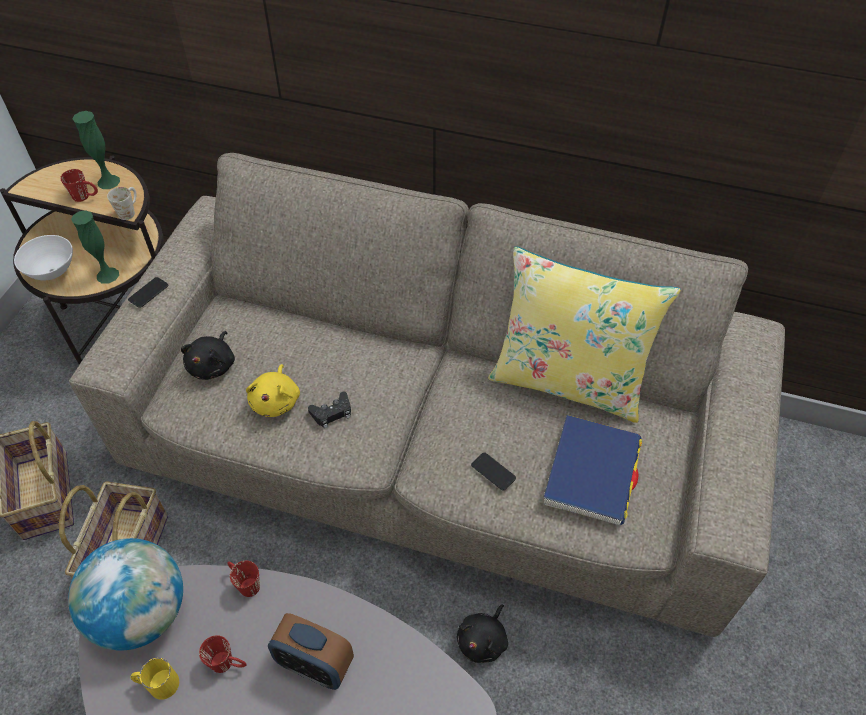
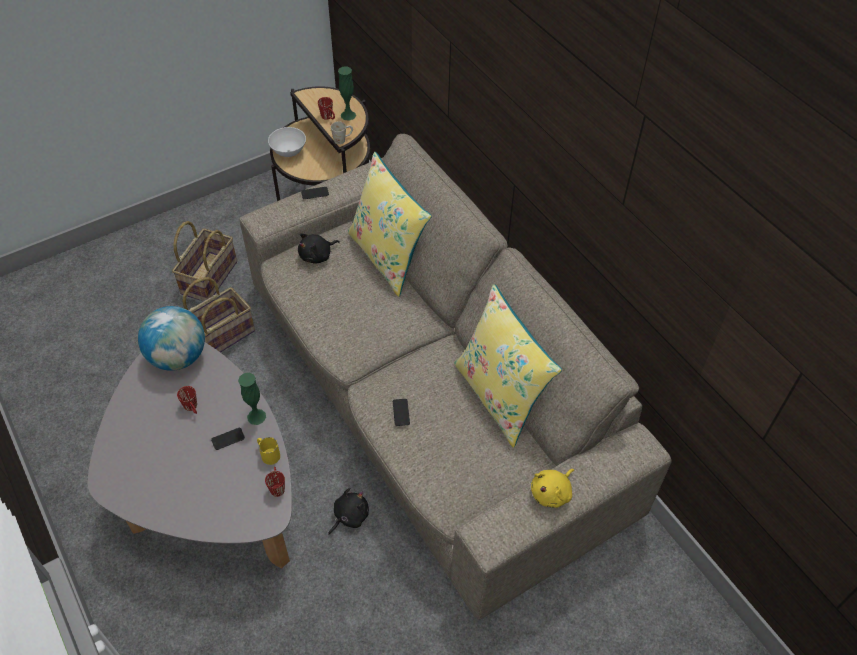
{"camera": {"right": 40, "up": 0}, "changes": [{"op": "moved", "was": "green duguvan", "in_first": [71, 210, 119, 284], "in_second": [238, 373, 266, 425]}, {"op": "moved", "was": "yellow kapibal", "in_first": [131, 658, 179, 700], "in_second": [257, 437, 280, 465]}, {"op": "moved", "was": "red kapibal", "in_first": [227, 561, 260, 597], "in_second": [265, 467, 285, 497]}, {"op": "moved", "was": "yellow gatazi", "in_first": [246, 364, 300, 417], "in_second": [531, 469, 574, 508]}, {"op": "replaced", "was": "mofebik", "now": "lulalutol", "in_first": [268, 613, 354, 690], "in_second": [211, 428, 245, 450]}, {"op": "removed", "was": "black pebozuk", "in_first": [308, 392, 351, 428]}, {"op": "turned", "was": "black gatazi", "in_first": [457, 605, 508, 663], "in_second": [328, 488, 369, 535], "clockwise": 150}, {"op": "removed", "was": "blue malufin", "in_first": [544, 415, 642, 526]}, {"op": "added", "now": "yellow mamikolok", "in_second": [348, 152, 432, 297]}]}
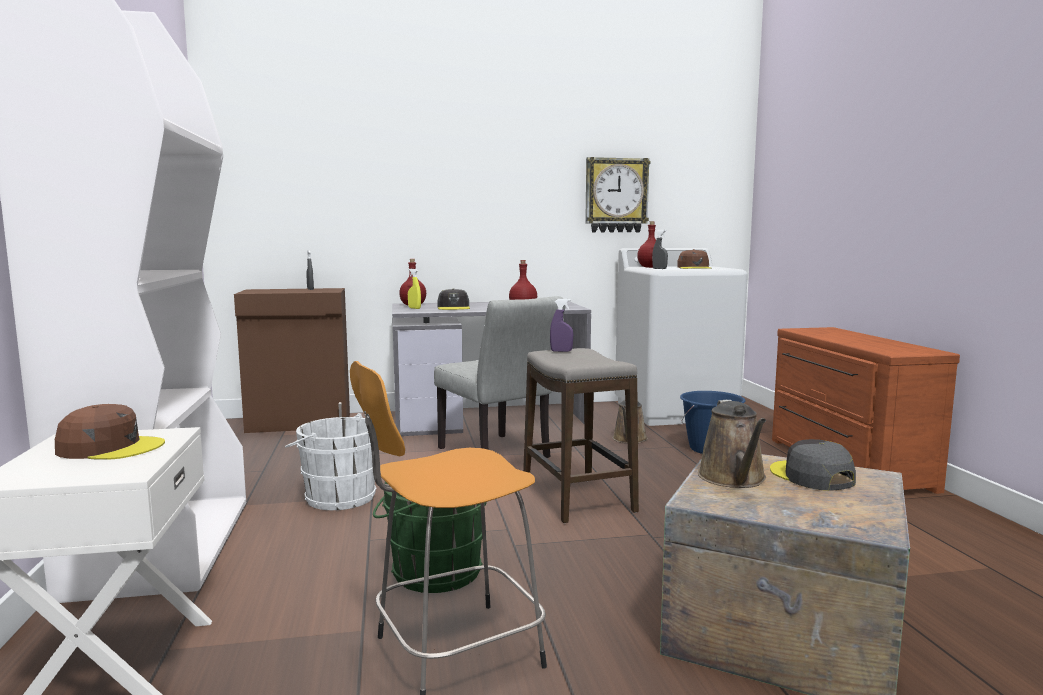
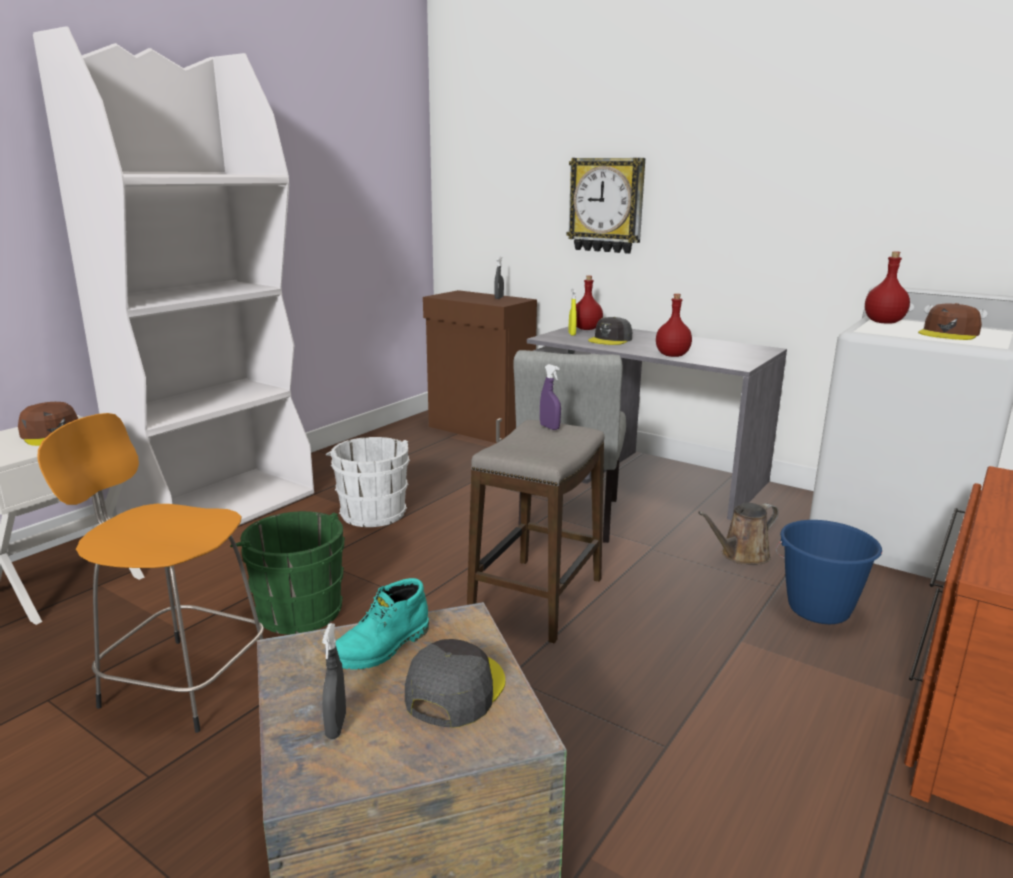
{"camera": {"right": 45, "up": 10}, "changes": [{"op": "moved", "was": "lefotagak", "in_first": [585, 157, 650, 232], "in_second": [567, 158, 645, 254]}, {"op": "moved", "was": "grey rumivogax", "in_first": [652, 230, 668, 269], "in_second": [322, 623, 346, 739]}, {"op": "replaced", "was": "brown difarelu", "now": "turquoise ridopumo", "in_first": [698, 400, 766, 488], "in_second": [336, 578, 429, 669]}]}
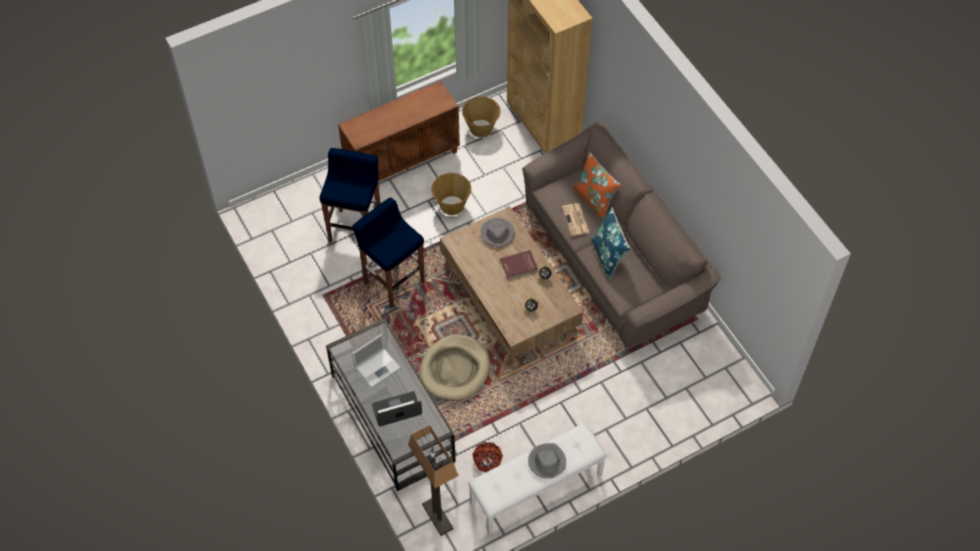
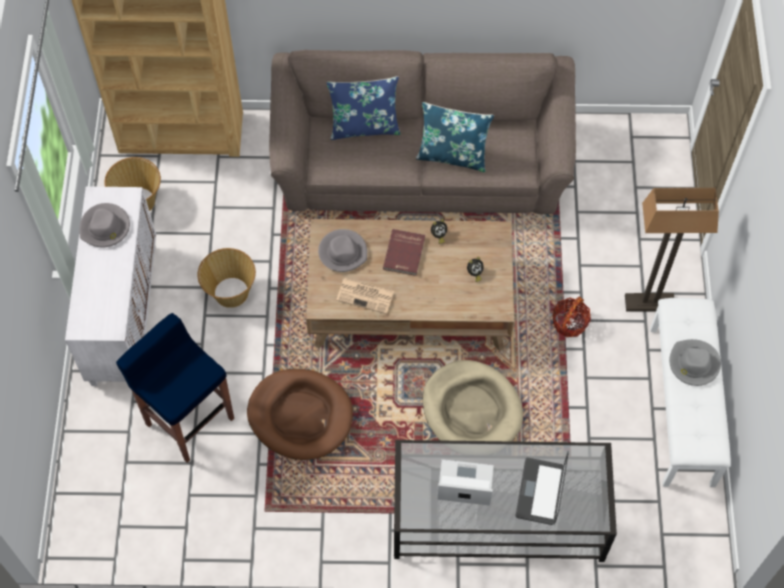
{"camera": {"right": -60, "up": 5}, "changes": [{"op": "recoloured", "was": "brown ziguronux", "now": "white ziguronux", "in_first": [338, 81, 460, 181], "in_second": [65, 186, 156, 386]}, {"op": "replaced", "was": "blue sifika", "now": "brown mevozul", "in_first": [352, 197, 425, 308], "in_second": [247, 369, 353, 460]}, {"op": "turned", "was": "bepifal", "in_first": [352, 334, 401, 387], "in_second": [437, 459, 494, 506], "clockwise": -75}, {"op": "moved", "was": "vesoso", "in_first": [408, 425, 459, 536], "in_second": [625, 188, 719, 311]}, {"op": "moved", "was": "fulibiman", "in_first": [472, 442, 503, 472], "in_second": [552, 296, 591, 337]}, {"op": "moved", "was": "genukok", "in_first": [562, 203, 590, 236], "in_second": [336, 278, 394, 314]}, {"op": "recoloured", "was": "orange mamikolok", "now": "blue mamikolok", "in_first": [572, 151, 621, 221], "in_second": [326, 76, 401, 140]}, {"op": "added", "now": "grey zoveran", "in_second": [79, 203, 130, 247]}]}
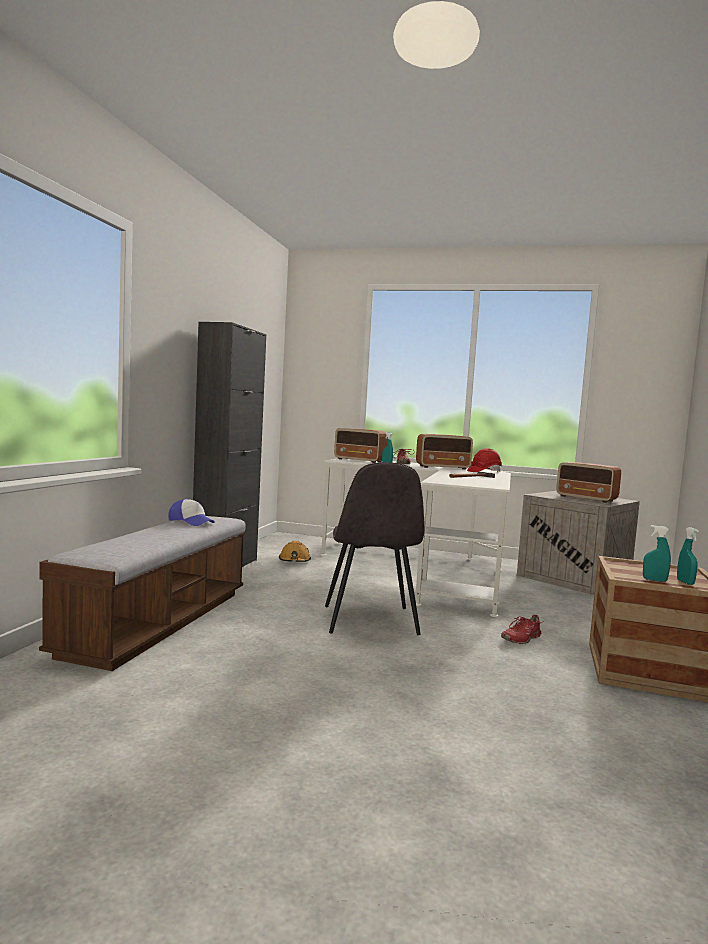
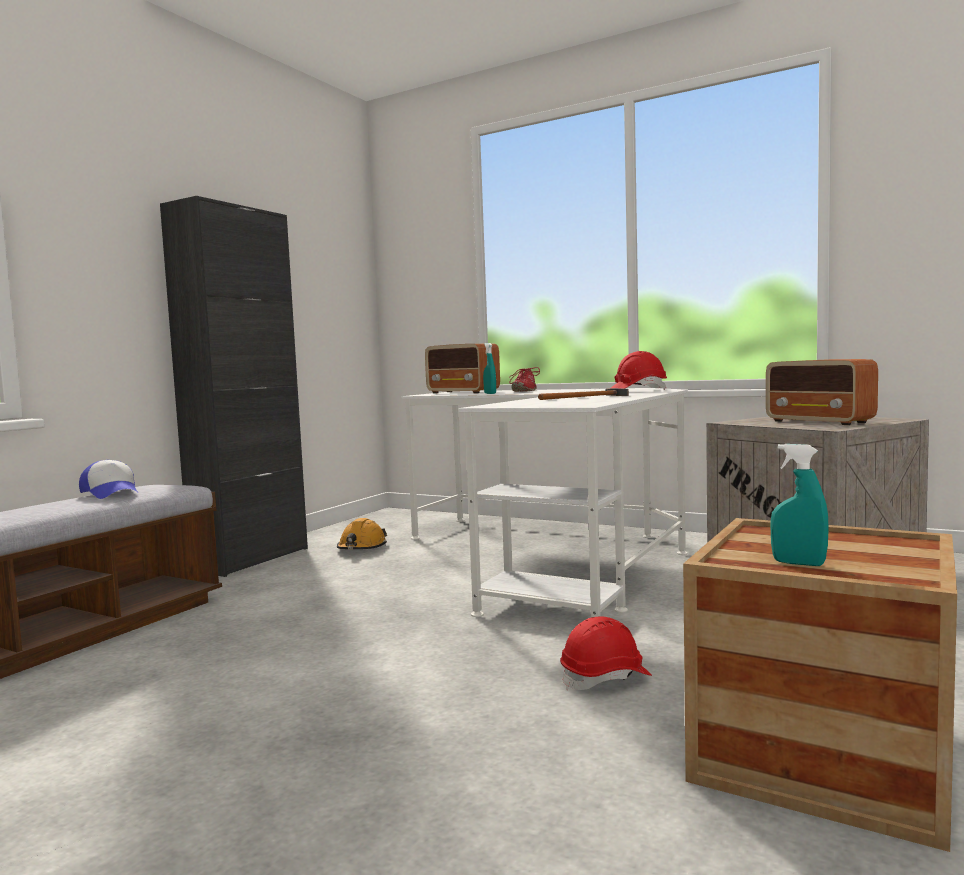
{"camera": {"right": 15, "up": 0}, "changes": [{"op": "removed", "was": "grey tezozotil", "in_first": [325, 462, 425, 635]}, {"op": "removed", "was": "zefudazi", "in_first": [416, 434, 473, 470]}, {"op": "replaced", "was": "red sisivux", "now": "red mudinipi", "in_first": [501, 614, 544, 644], "in_second": [560, 616, 652, 690]}, {"op": "removed", "was": "turquoise rumivogax", "in_first": [677, 527, 699, 585]}]}
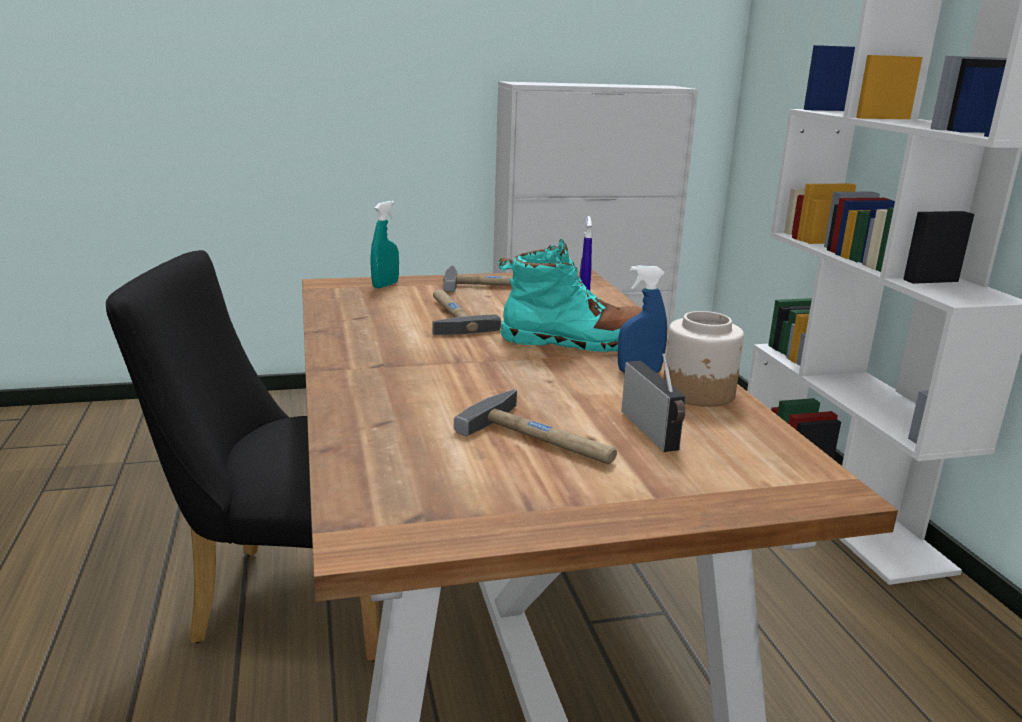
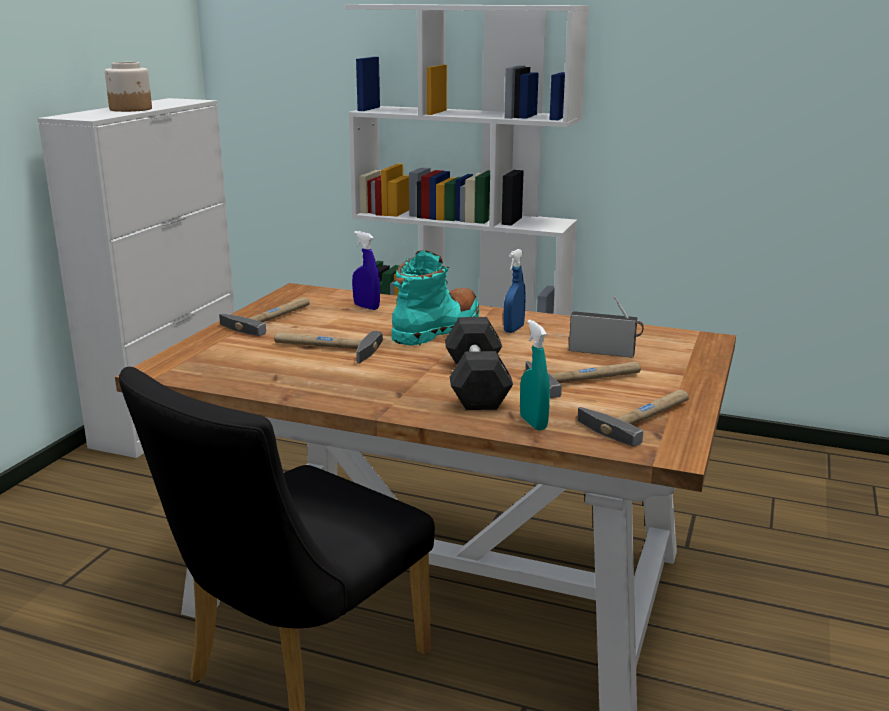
{"camera": {"right": -55, "up": 0}, "changes": [{"op": "moved", "was": "turquoise rumivogax", "in_first": [371, 201, 399, 288], "in_second": [520, 320, 550, 431]}, {"op": "moved", "was": "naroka", "in_first": [663, 311, 744, 407], "in_second": [105, 62, 152, 112]}, {"op": "added", "now": "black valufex", "in_second": [445, 317, 513, 410]}, {"op": "added", "now": "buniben", "in_second": [577, 390, 689, 447]}]}
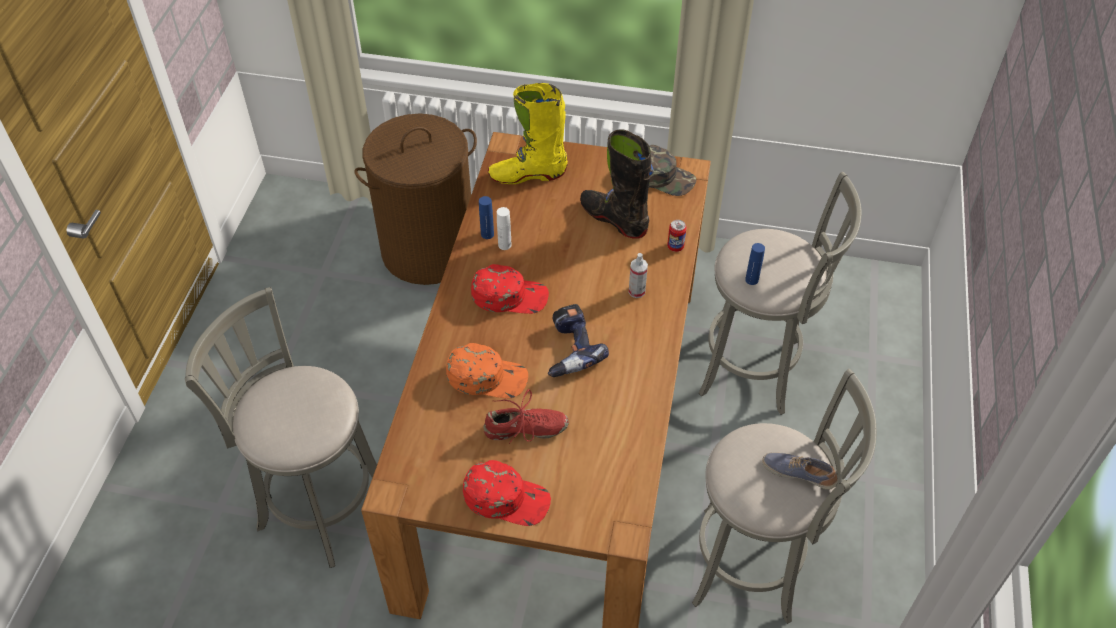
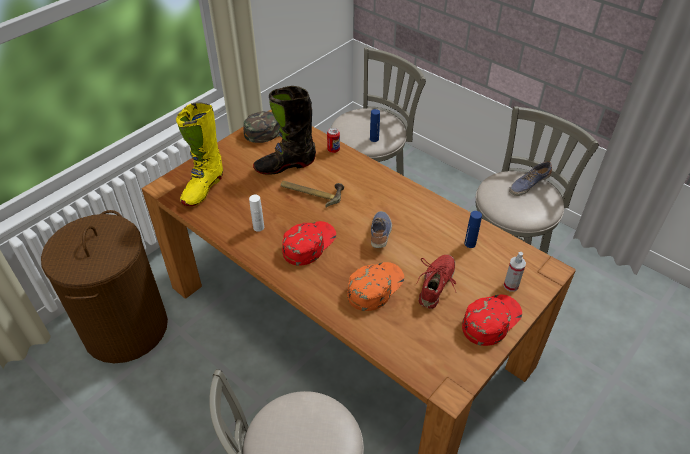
{"camera": {"right": -60, "up": -5}, "changes": [{"op": "moved", "was": "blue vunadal", "in_first": [479, 196, 494, 239], "in_second": [464, 211, 482, 248]}, {"op": "replaced", "was": "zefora", "now": "sisivux", "in_first": [548, 304, 609, 377], "in_second": [371, 211, 392, 248]}, {"op": "moved", "was": "rumivogax", "in_first": [629, 253, 648, 298], "in_second": [503, 252, 526, 292]}, {"op": "added", "now": "buniben", "in_second": [281, 181, 344, 208]}]}
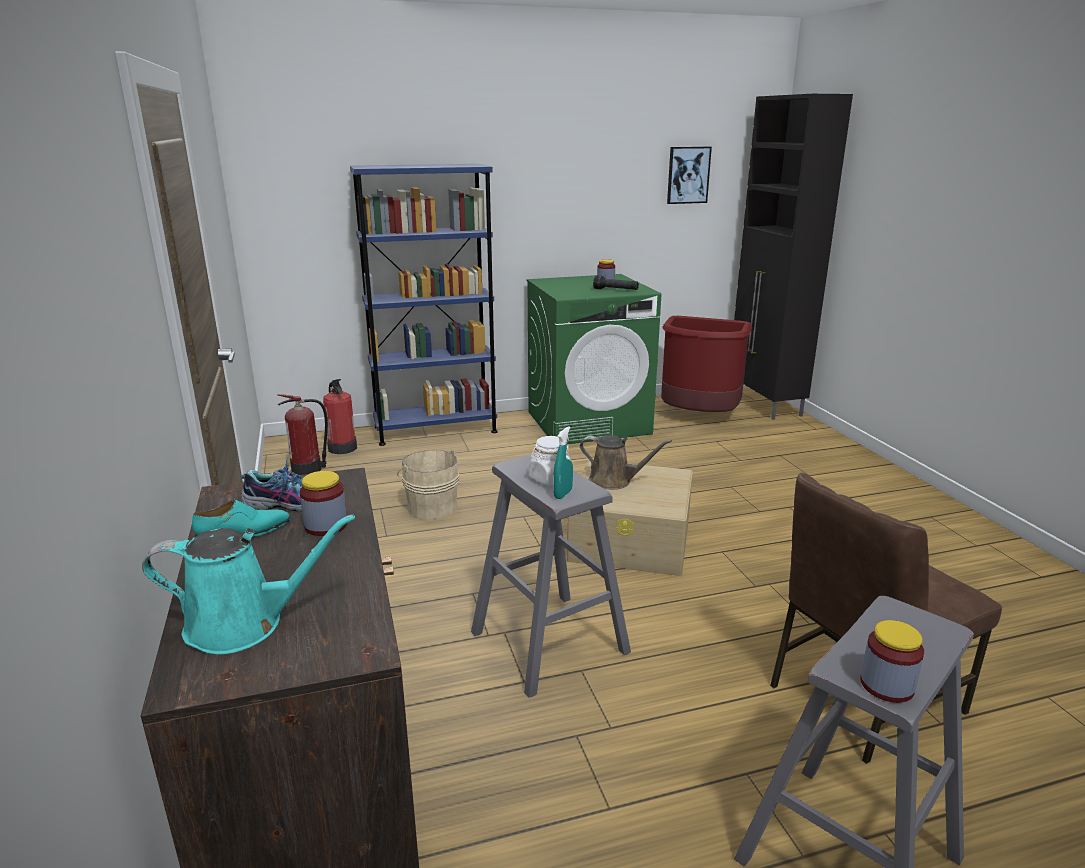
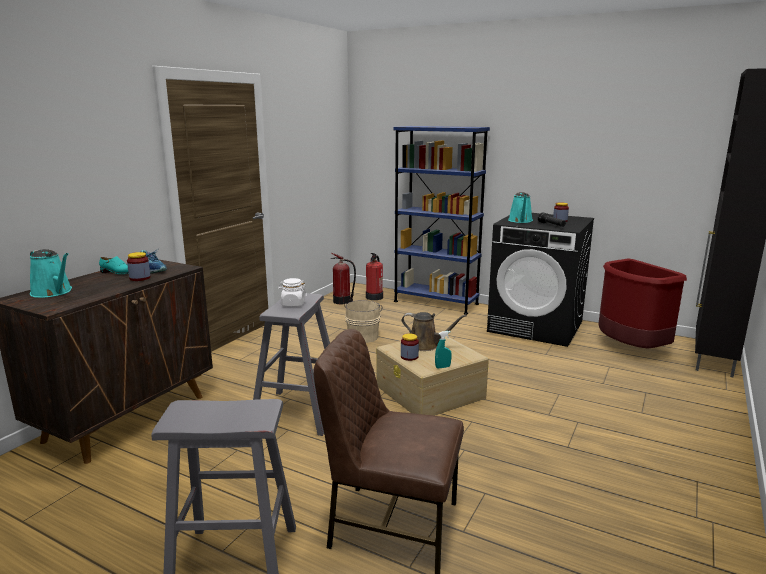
{"camera": {"right": 45, "up": -5}, "changes": [{"op": "recoloured", "was": "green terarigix", "now": "black terarigix", "in_first": [527, 274, 661, 444], "in_second": [487, 213, 594, 347]}, {"op": "moved", "was": "turquoise rumivogax", "in_first": [553, 426, 573, 499], "in_second": [435, 331, 452, 368]}, {"op": "turned", "was": "brown difarelu", "in_first": [580, 435, 672, 490], "in_second": [402, 312, 467, 351], "clockwise": -45}, {"op": "removed", "was": "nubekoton", "in_first": [667, 147, 712, 204]}, {"op": "moved", "was": "naroka", "in_first": [860, 620, 924, 703], "in_second": [401, 333, 419, 361]}, {"op": "added", "now": "turquoise difarelu", "in_second": [508, 192, 533, 223]}]}
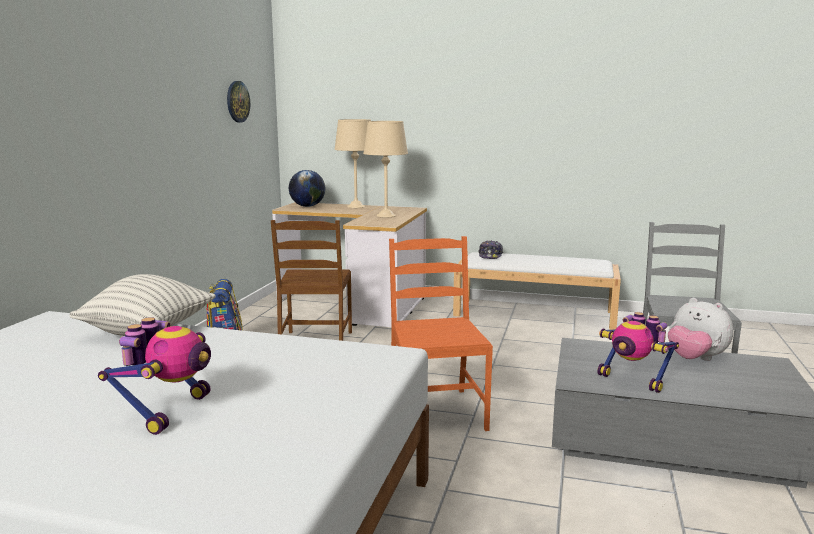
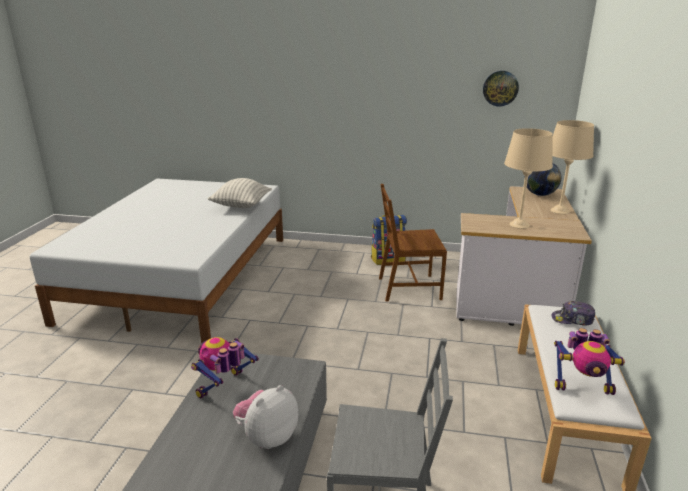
{"camera": {"right": 85, "up": 10}, "changes": [{"op": "moved", "was": "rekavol", "in_first": [98, 317, 211, 435], "in_second": [554, 328, 625, 395]}, {"op": "removed", "was": "orange tezozotil", "in_first": [389, 236, 493, 431]}]}
